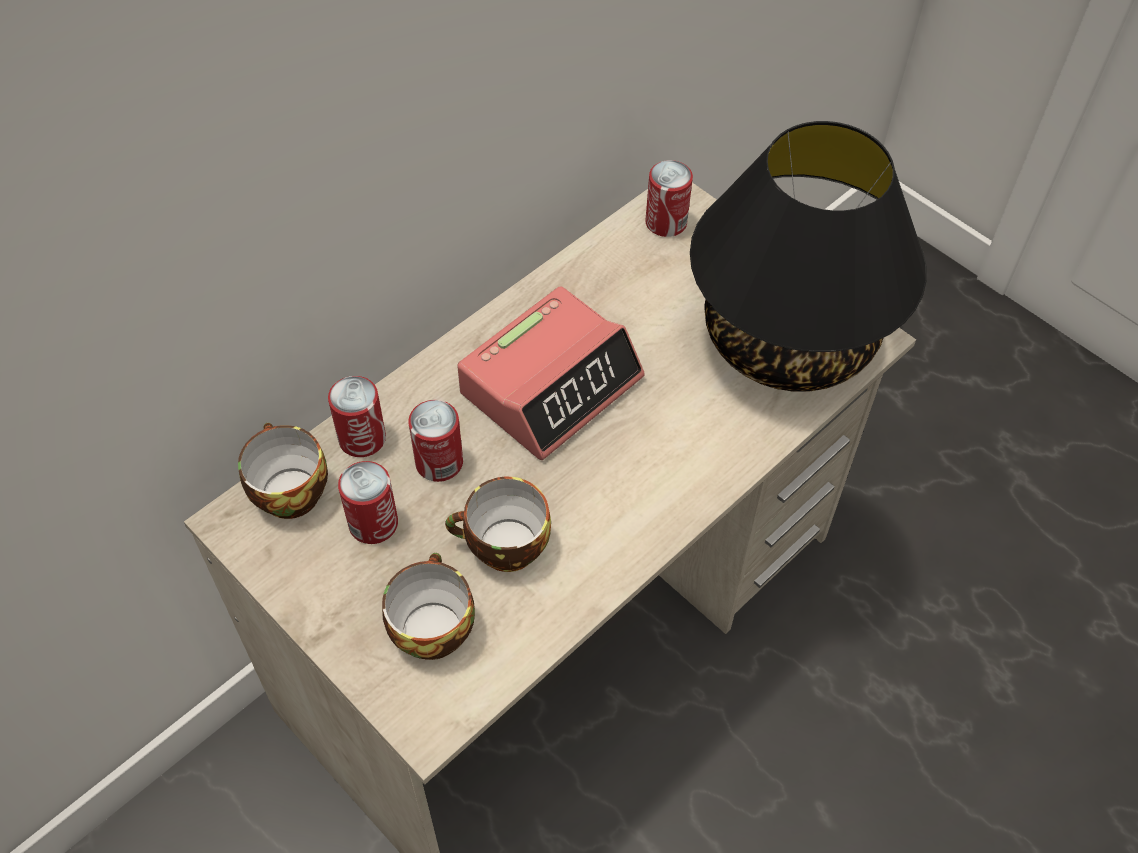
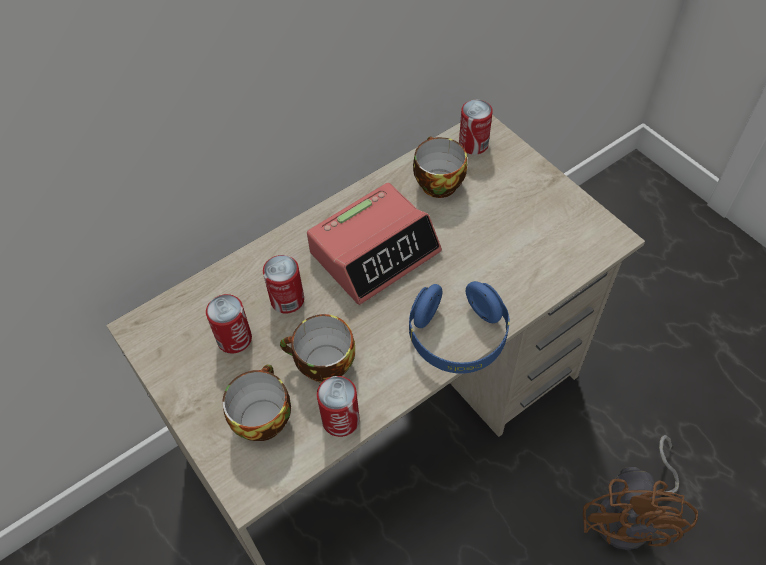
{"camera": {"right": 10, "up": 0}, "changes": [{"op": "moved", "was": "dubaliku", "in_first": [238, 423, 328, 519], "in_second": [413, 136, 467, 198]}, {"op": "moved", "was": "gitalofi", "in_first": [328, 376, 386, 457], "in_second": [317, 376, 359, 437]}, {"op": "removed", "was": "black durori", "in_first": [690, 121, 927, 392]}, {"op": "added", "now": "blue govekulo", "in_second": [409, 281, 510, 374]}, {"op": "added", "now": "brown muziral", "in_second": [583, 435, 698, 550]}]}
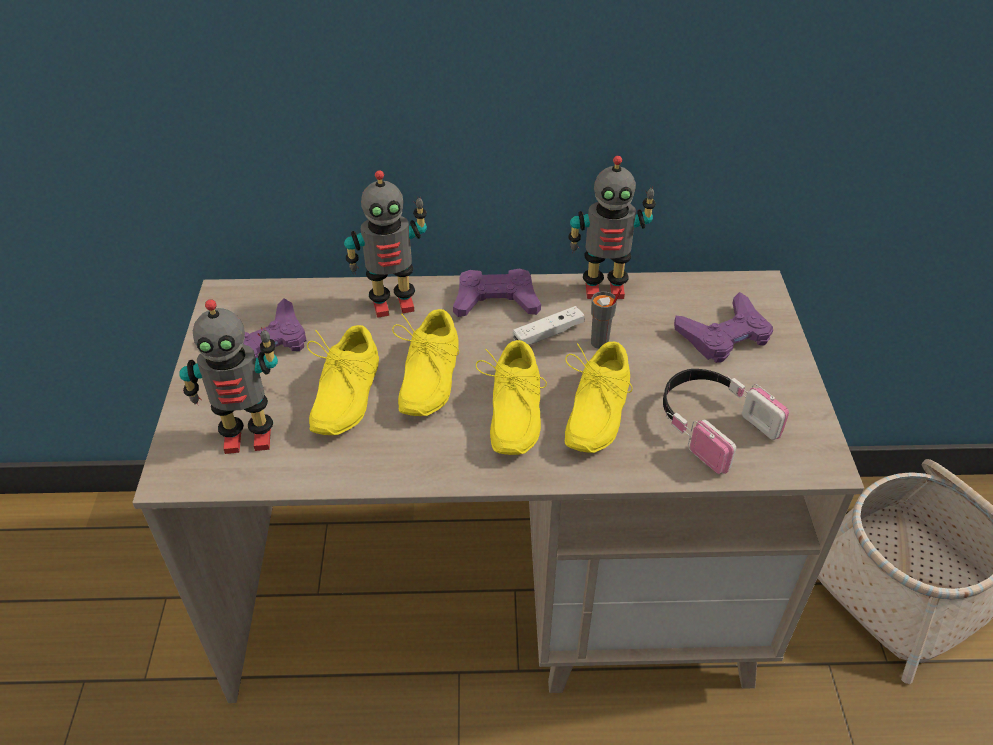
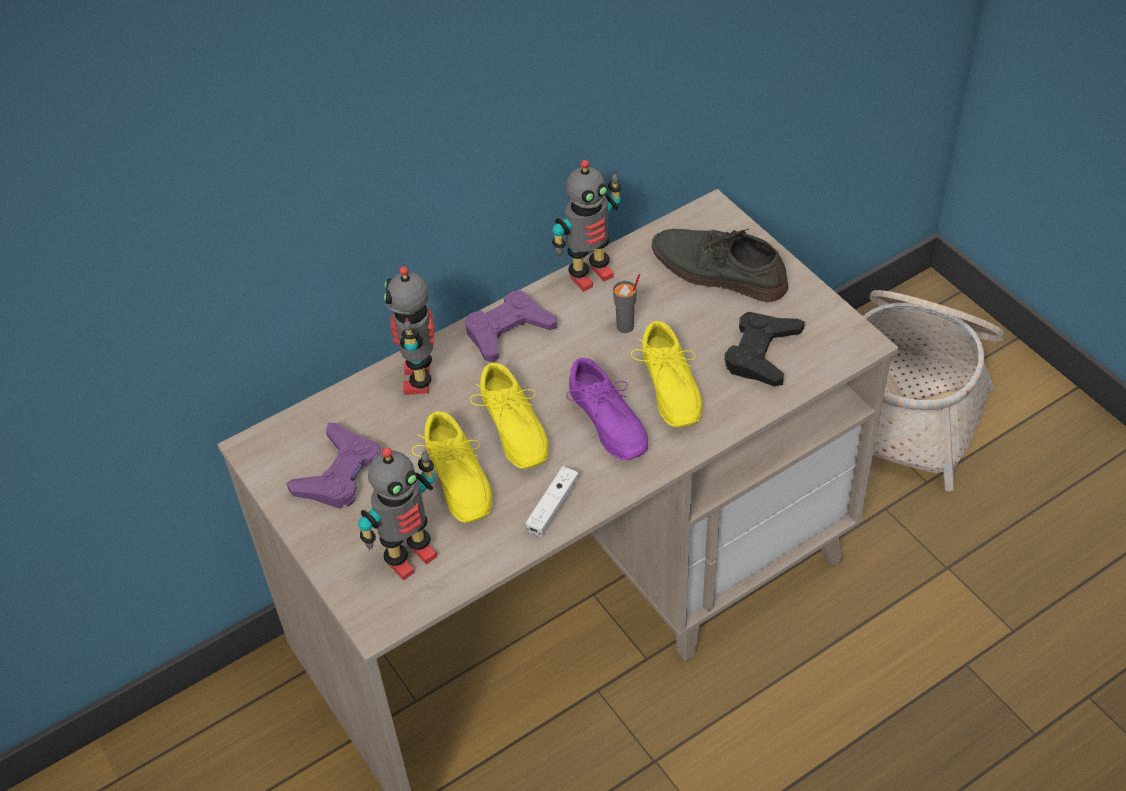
{"camera": {"right": -30, "up": 5}, "changes": [{"op": "turned", "was": "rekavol", "in_first": [344, 170, 427, 318], "in_second": [384, 266, 434, 395], "clockwise": 135}, {"op": "recoloured", "was": "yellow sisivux", "now": "purple sisivux", "in_first": [476, 340, 547, 455], "in_second": [566, 358, 648, 460]}, {"op": "moved", "was": "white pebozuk", "in_first": [513, 306, 585, 345], "in_second": [525, 466, 579, 537]}, {"op": "replaced", "was": "govekulo", "now": "black pebozuk", "in_first": [663, 369, 789, 474], "in_second": [724, 312, 805, 386]}, {"op": "replaced", "was": "purple pebozuk", "now": "grey sisivux", "in_first": [674, 292, 773, 363], "in_second": [652, 229, 788, 302]}]}
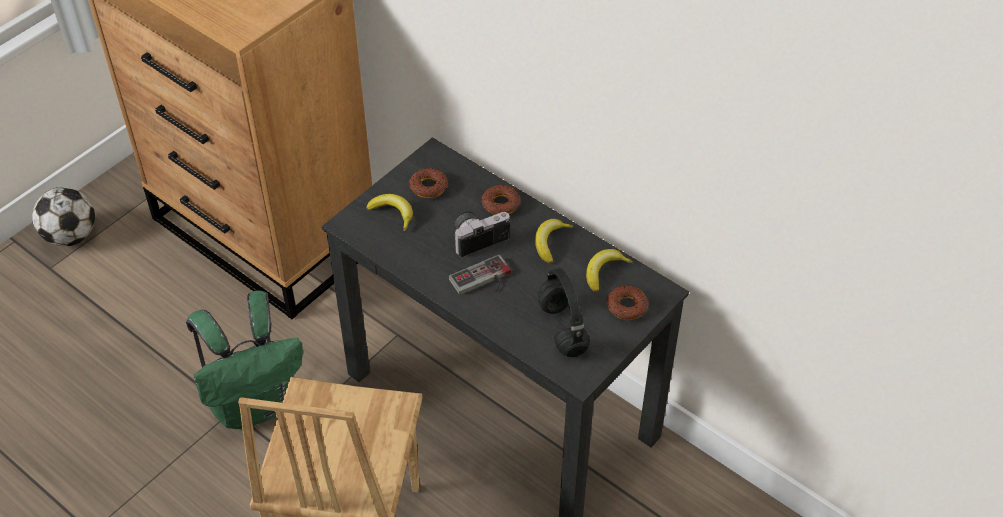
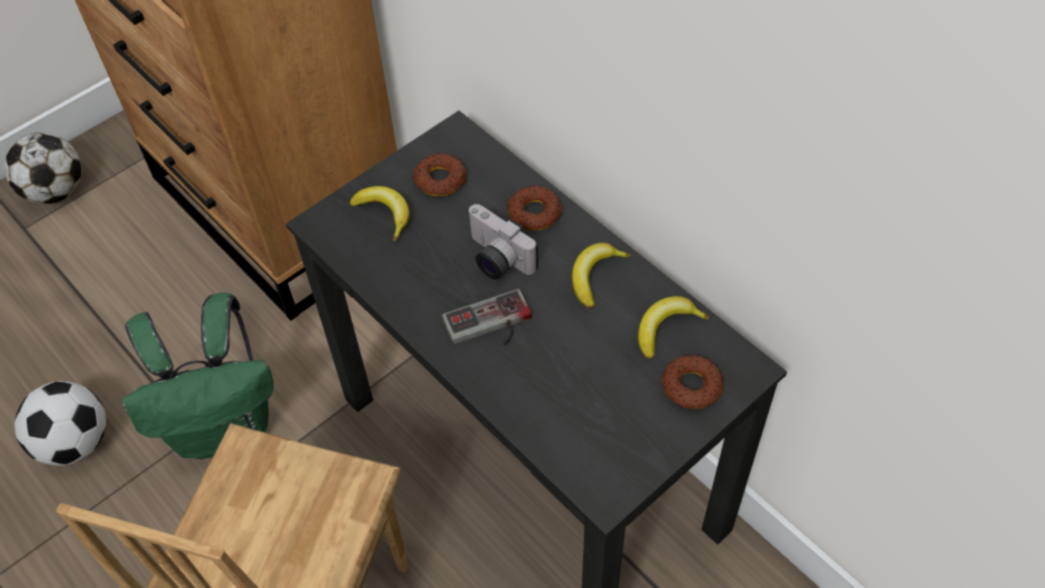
{"camera": {"right": 10, "up": 5}, "changes": [{"op": "turned", "was": "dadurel", "in_first": [454, 211, 510, 257], "in_second": [468, 204, 538, 280], "clockwise": -120}, {"op": "removed", "was": "black govekulo", "in_first": [538, 268, 590, 357]}, {"op": "added", "now": "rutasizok", "in_second": [15, 381, 106, 466]}]}
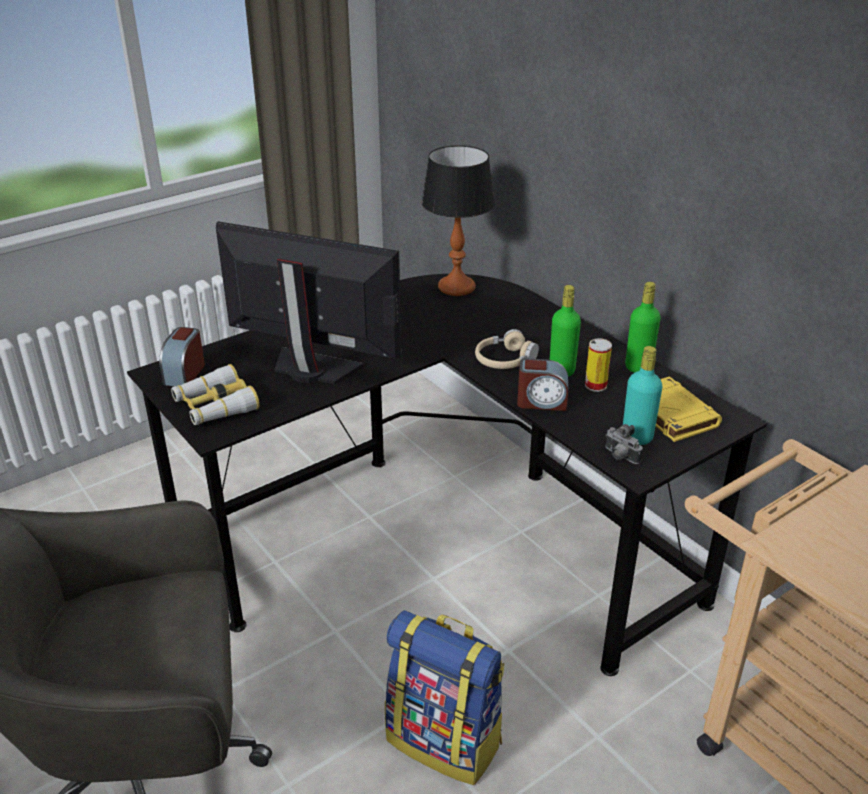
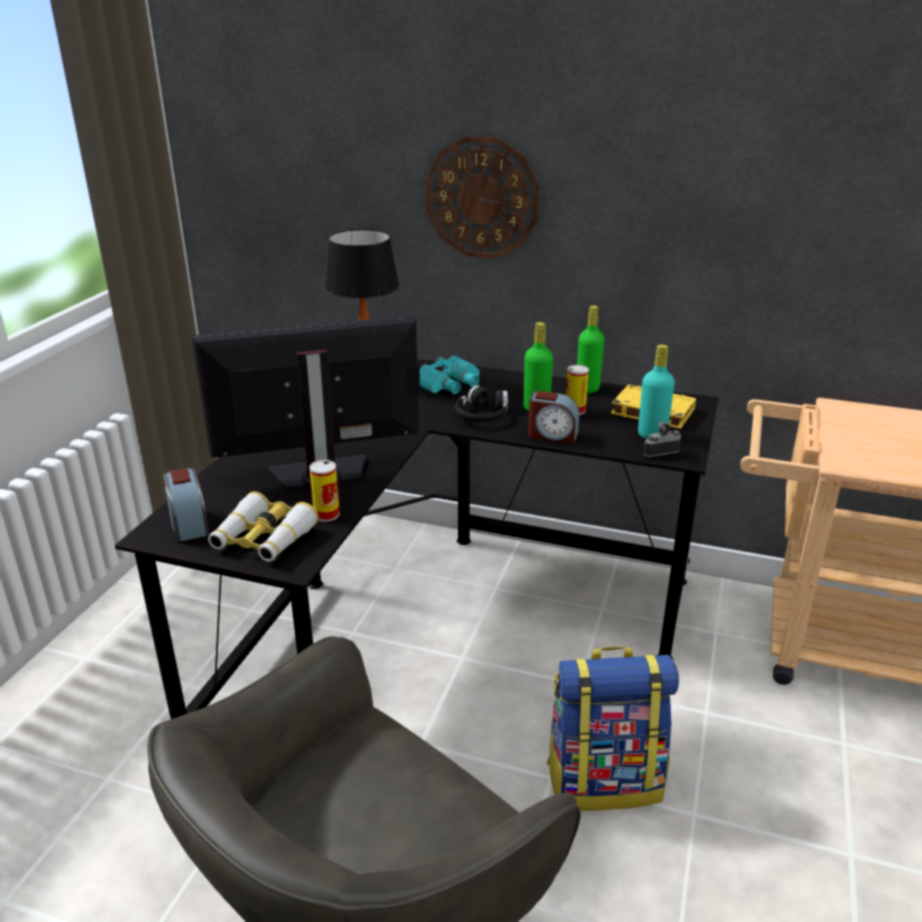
{"camera": {"right": -35, "up": -5}, "changes": [{"op": "recoloured", "was": "beige govekulo", "now": "black govekulo", "in_first": [475, 329, 539, 369], "in_second": [455, 385, 508, 422]}, {"op": "turned", "was": "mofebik", "in_first": [517, 358, 568, 411], "in_second": [528, 391, 580, 444], "clockwise": 45}, {"op": "turned", "was": "dadurel", "in_first": [605, 424, 643, 464], "in_second": [644, 421, 681, 457], "clockwise": 150}, {"op": "added", "now": "gitalofi", "in_second": [309, 460, 340, 522]}, {"op": "added", "now": "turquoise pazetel", "in_second": [420, 355, 480, 394]}, {"op": "added", "now": "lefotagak", "in_second": [425, 136, 540, 259]}]}
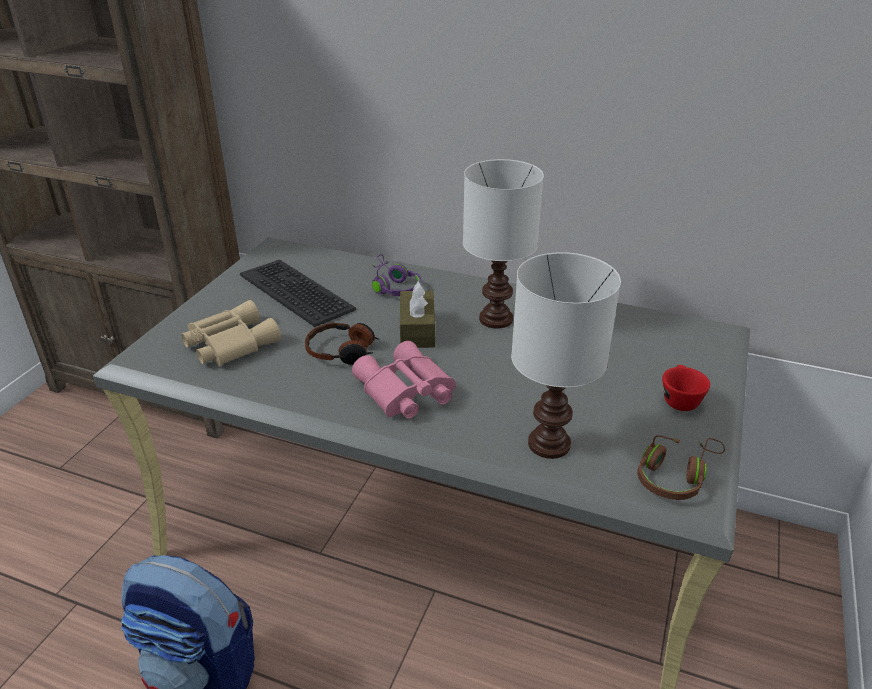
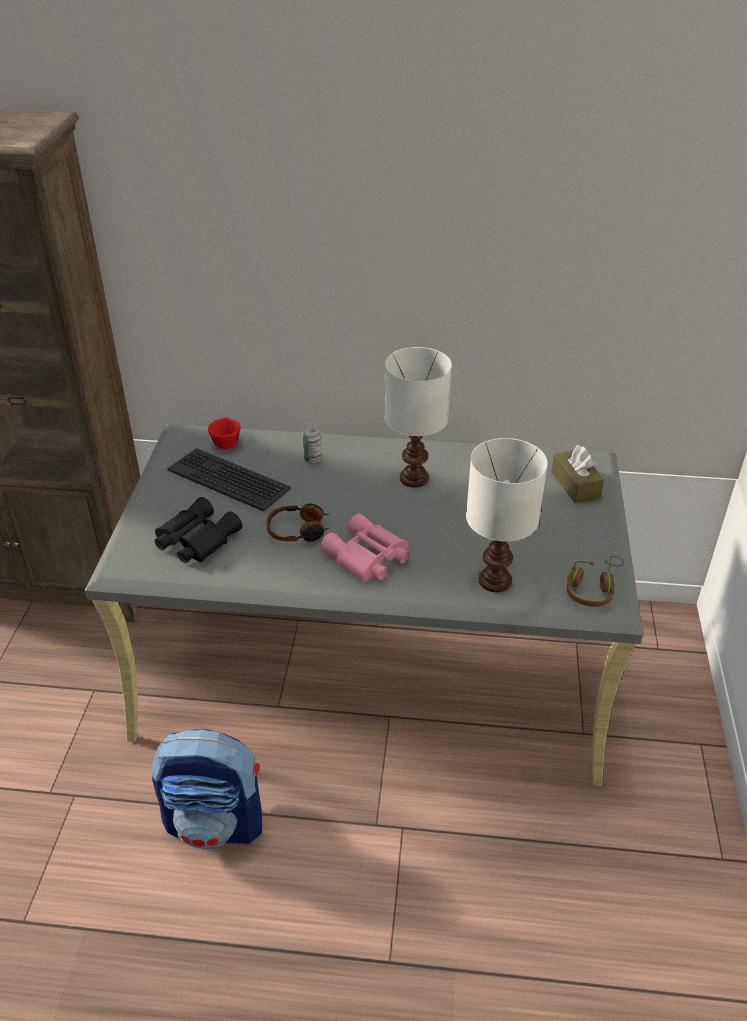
{"camera": {"right": -15, "up": 5}, "changes": [{"op": "recoloured", "was": "beige pazetel", "now": "black pazetel", "in_first": [181, 300, 281, 366], "in_second": [155, 497, 242, 563]}, {"op": "replaced", "was": "purple govekulo", "now": "gitalofi", "in_first": [372, 254, 422, 296], "in_second": [303, 428, 322, 464]}, {"op": "moved", "was": "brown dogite", "in_first": [400, 281, 435, 348], "in_second": [551, 445, 604, 503]}, {"op": "moved", "was": "red dubaliku", "in_first": [662, 365, 710, 411], "in_second": [208, 417, 241, 449]}]}
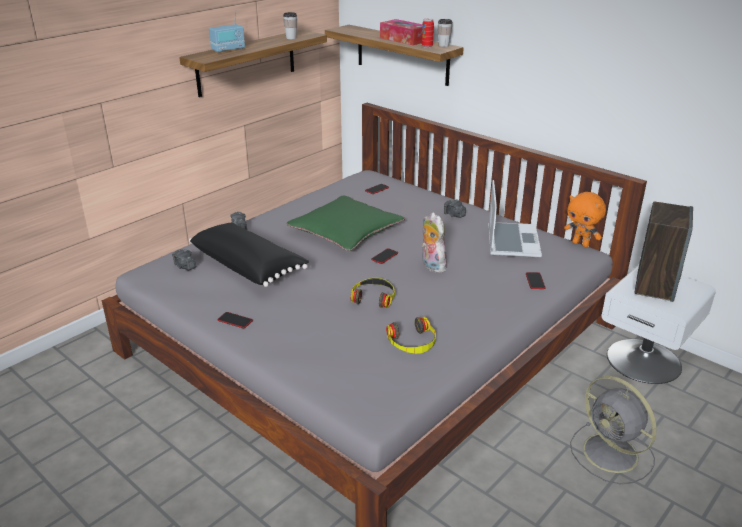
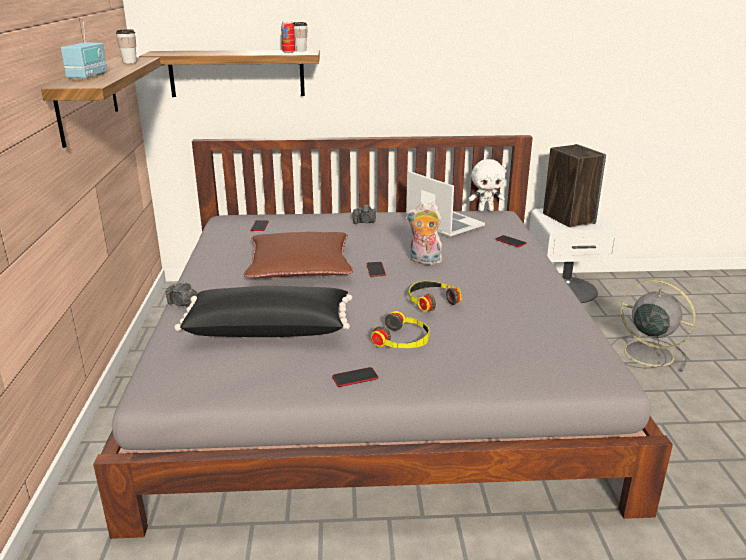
{"camera": {"right": -45, "up": -5}, "changes": [{"op": "removed", "was": "dadurel", "in_first": [172, 249, 196, 270]}, {"op": "recoloured", "was": "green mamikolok", "now": "brown mamikolok", "in_first": [287, 196, 405, 251], "in_second": [244, 232, 353, 278]}, {"op": "removed", "was": "dogite", "in_first": [380, 19, 422, 45]}, {"op": "moved", "was": "govekulo", "in_first": [386, 317, 436, 354], "in_second": [371, 311, 430, 348]}, {"op": "recoloured", "was": "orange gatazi", "now": "white gatazi", "in_first": [564, 192, 606, 247], "in_second": [469, 159, 506, 211]}, {"op": "turned", "was": "grey muziral", "in_first": [570, 376, 657, 484], "in_second": [612, 280, 696, 372], "clockwise": -150}]}
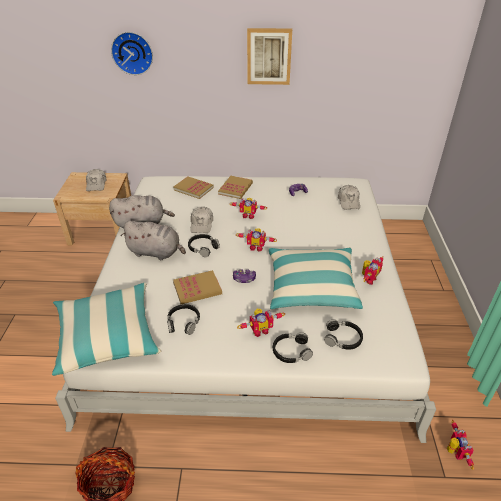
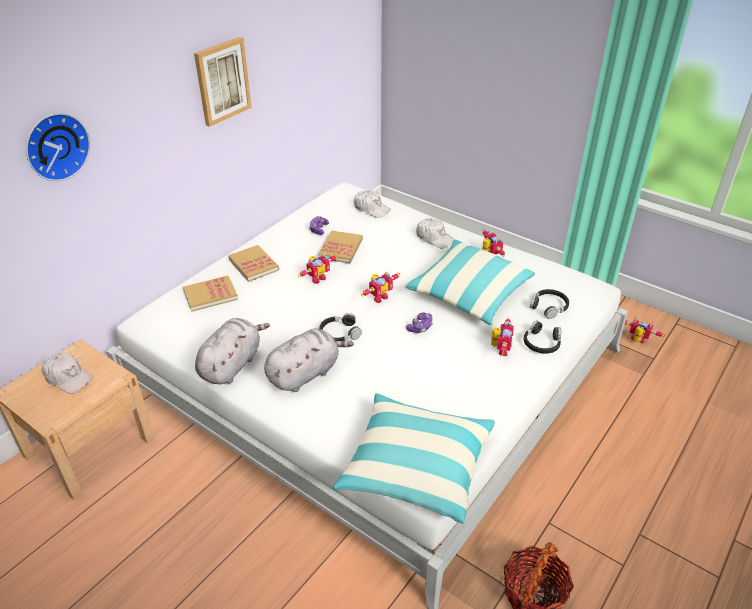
{"camera": {"right": -55, "up": 0}, "changes": [{"op": "removed", "was": "black govekulo", "in_first": [167, 304, 200, 335]}, {"op": "moved", "was": "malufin", "in_first": [173, 270, 222, 304], "in_second": [318, 231, 363, 263]}, {"op": "moved", "was": "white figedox", "in_first": [190, 206, 213, 233], "in_second": [416, 218, 454, 248]}]}
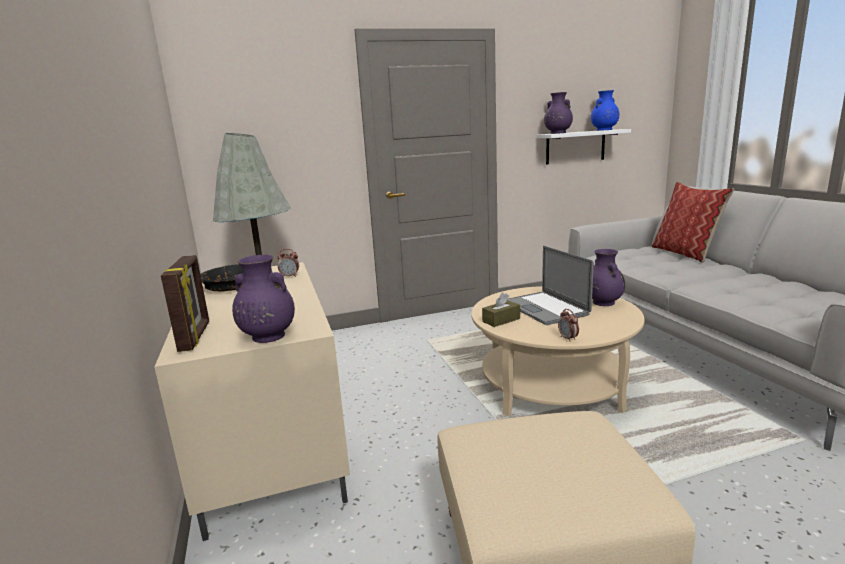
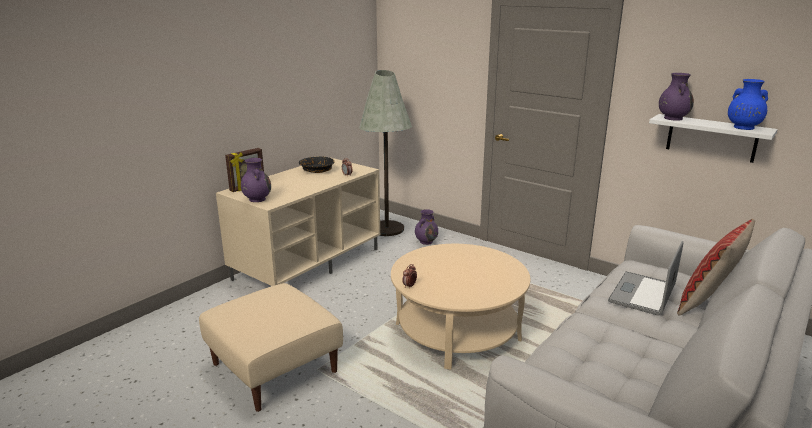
{"camera": {"right": 55, "up": 5}, "changes": [{"op": "removed", "was": "brown dogite", "in_first": [482, 293, 520, 327]}, {"op": "moved", "was": "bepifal", "in_first": [507, 246, 594, 325], "in_second": [608, 241, 683, 316]}, {"op": "moved", "was": "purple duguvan", "in_first": [592, 249, 625, 306], "in_second": [415, 209, 438, 245]}]}
